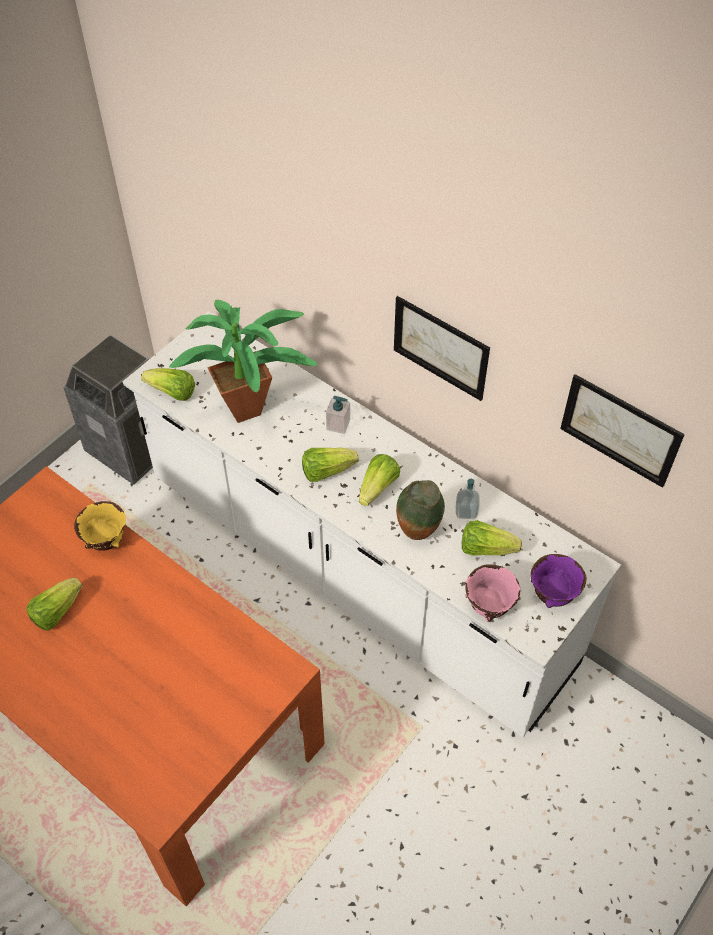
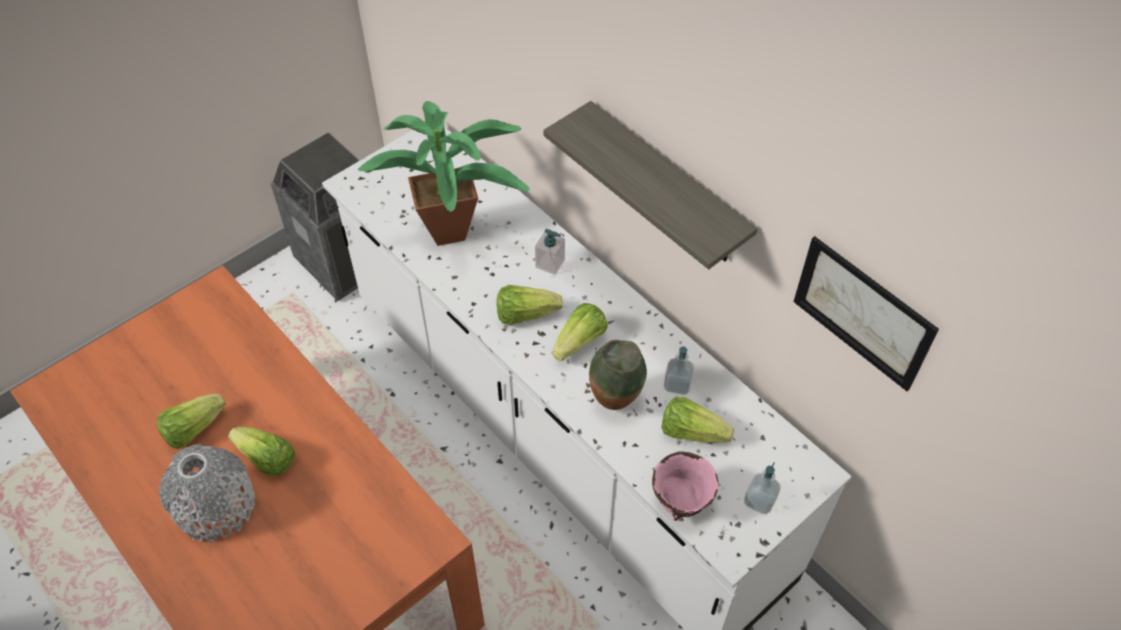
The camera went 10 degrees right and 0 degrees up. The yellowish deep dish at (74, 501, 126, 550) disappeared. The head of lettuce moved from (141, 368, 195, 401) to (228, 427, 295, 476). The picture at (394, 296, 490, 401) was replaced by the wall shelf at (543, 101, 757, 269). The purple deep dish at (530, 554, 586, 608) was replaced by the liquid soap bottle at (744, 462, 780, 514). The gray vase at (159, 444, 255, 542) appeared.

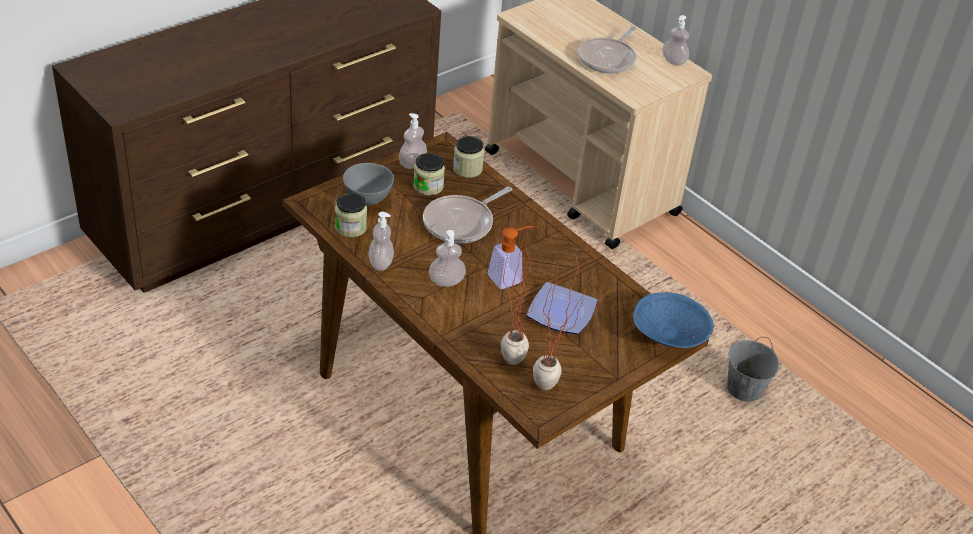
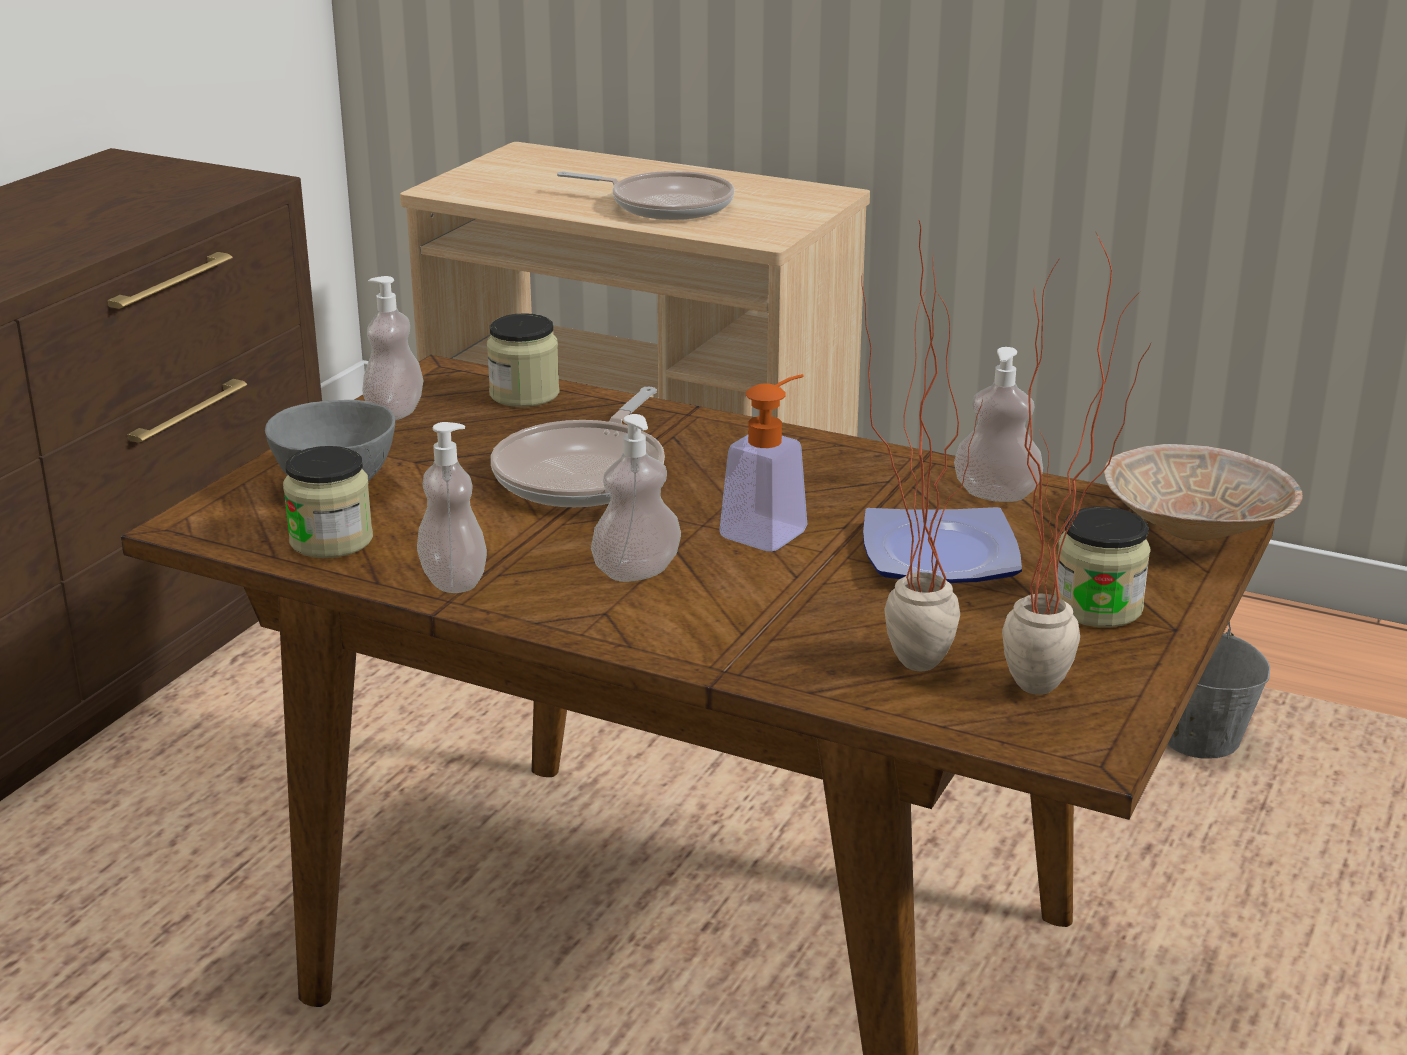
The camera went 20 degrees left and 15 degrees down. The preserve jar moved from (413, 153, 445, 196) to (1054, 507, 1151, 627). The frying pan at (578, 26, 637, 74) turned 75 degrees counterclockwise. The blue deep dish at (633, 292, 714, 348) became the beige deep dish at (1104, 444, 1303, 541). The liquid soap bottle moved from (663, 15, 689, 66) to (954, 347, 1043, 502).

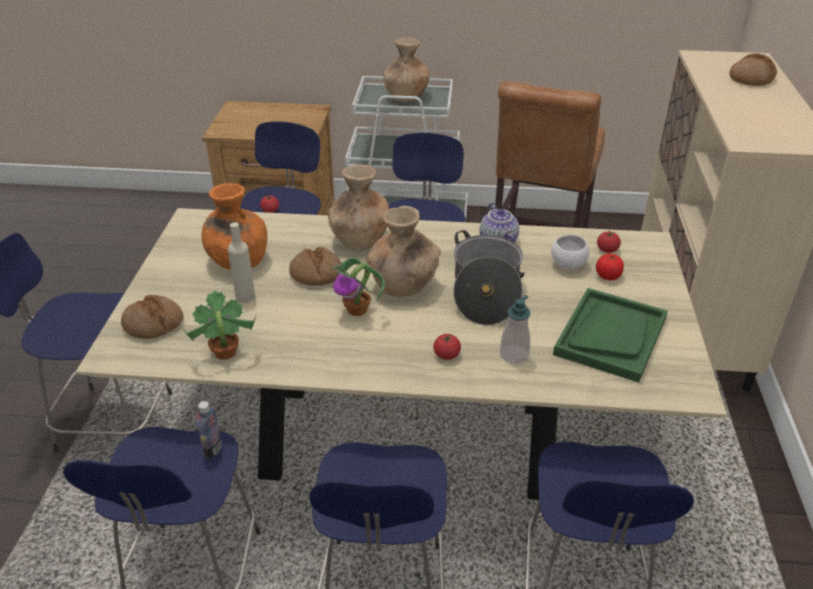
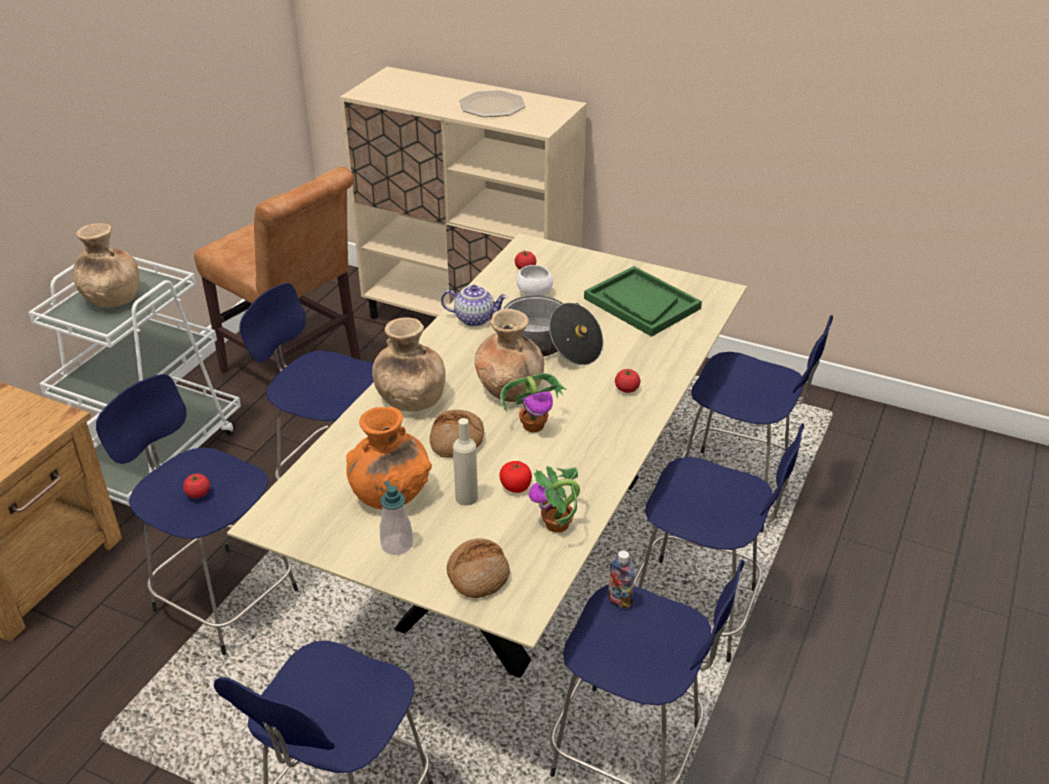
The camera went 70 degrees left and 0 degrees up. The liquid soap bottle moved from (500, 295, 530, 364) to (380, 481, 413, 555). The tomato moved from (596, 253, 624, 280) to (499, 461, 532, 493). The bakery bread at (729, 53, 777, 86) disappeared. The plate at (459, 90, 525, 117) appeared.

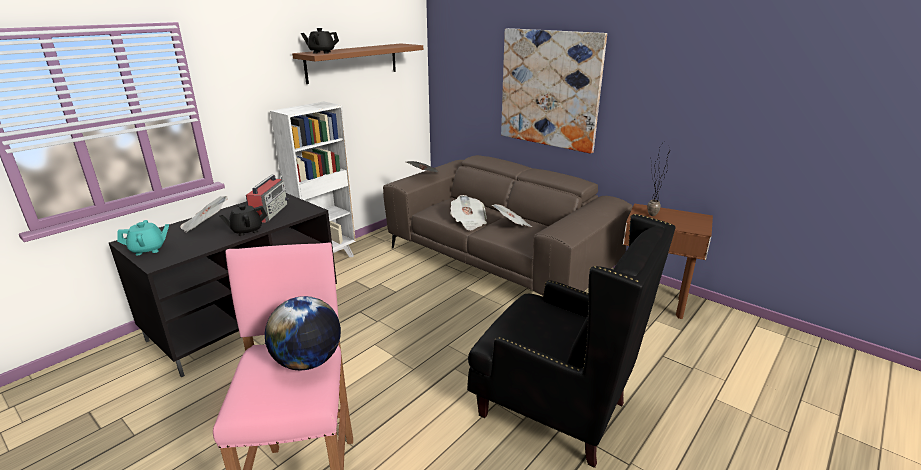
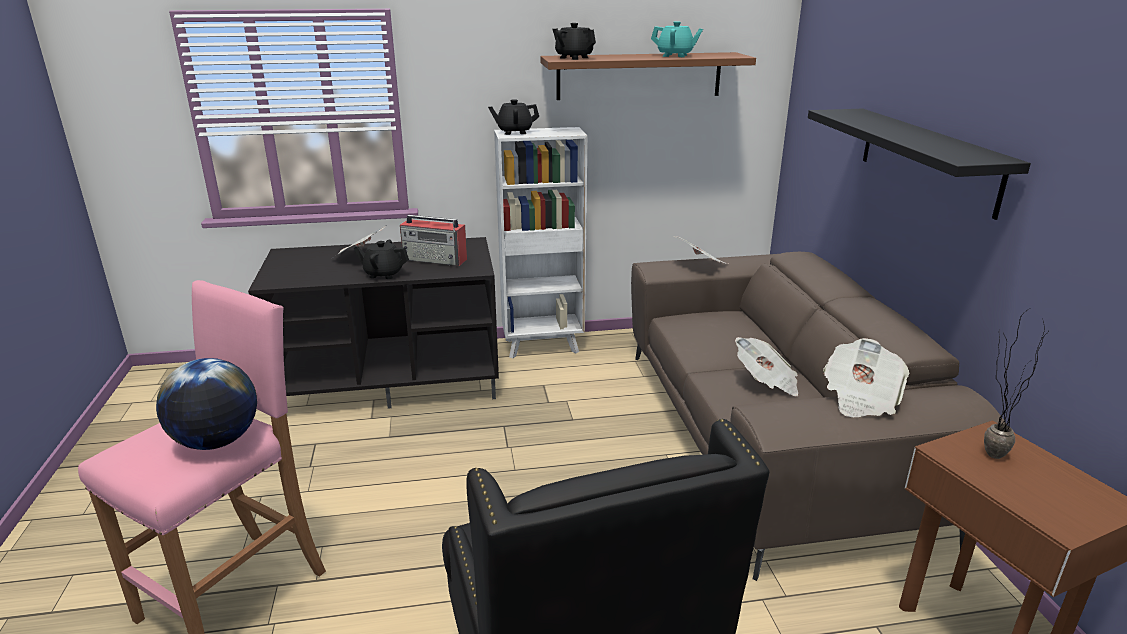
The camera went 40 degrees right and 0 degrees up. The turquoise-coloured pot for tea moved from (117, 220, 169, 256) to (651, 21, 703, 57). The radio at (246, 172, 289, 223) turned 60 degrees clockwise. The printed paper moved from (450, 195, 487, 231) to (823, 338, 909, 417). The picture at (501, 28, 607, 154) was replaced by the black-coloured wall shelf at (808, 109, 1031, 220). The black-coloured pot for tea at (488, 99, 539, 135) appeared.

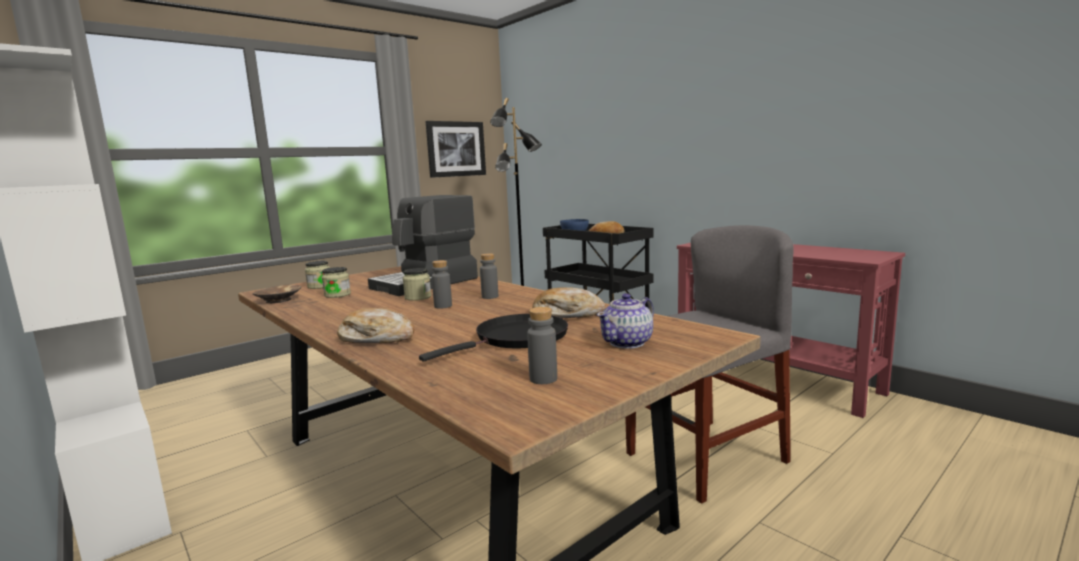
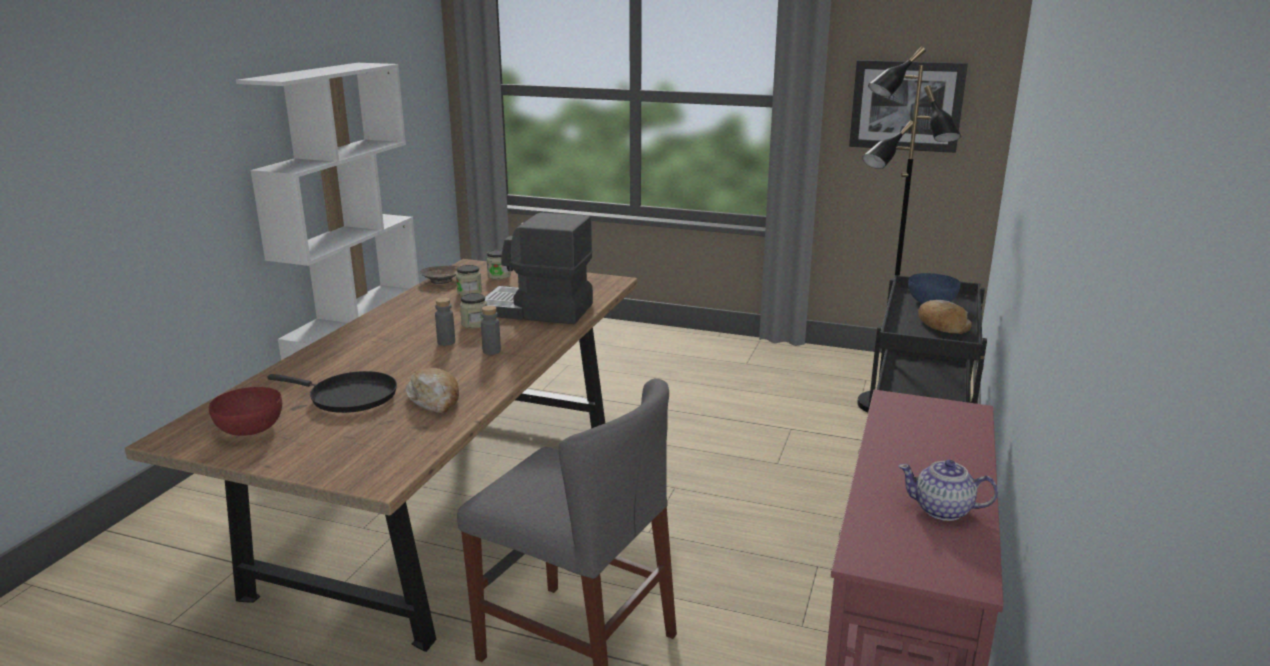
The camera went 60 degrees right and 10 degrees up. The bakery bread at (337, 308, 414, 343) disappeared. The gray beverage bottle at (527, 307, 557, 384) was replaced by the red deep dish at (209, 387, 282, 436). The pot for tea moved from (597, 293, 654, 349) to (898, 460, 998, 521).

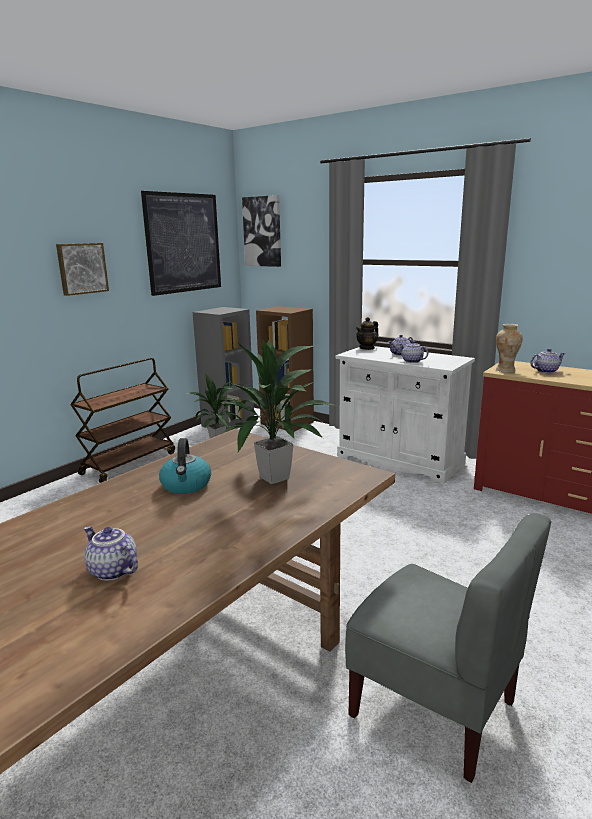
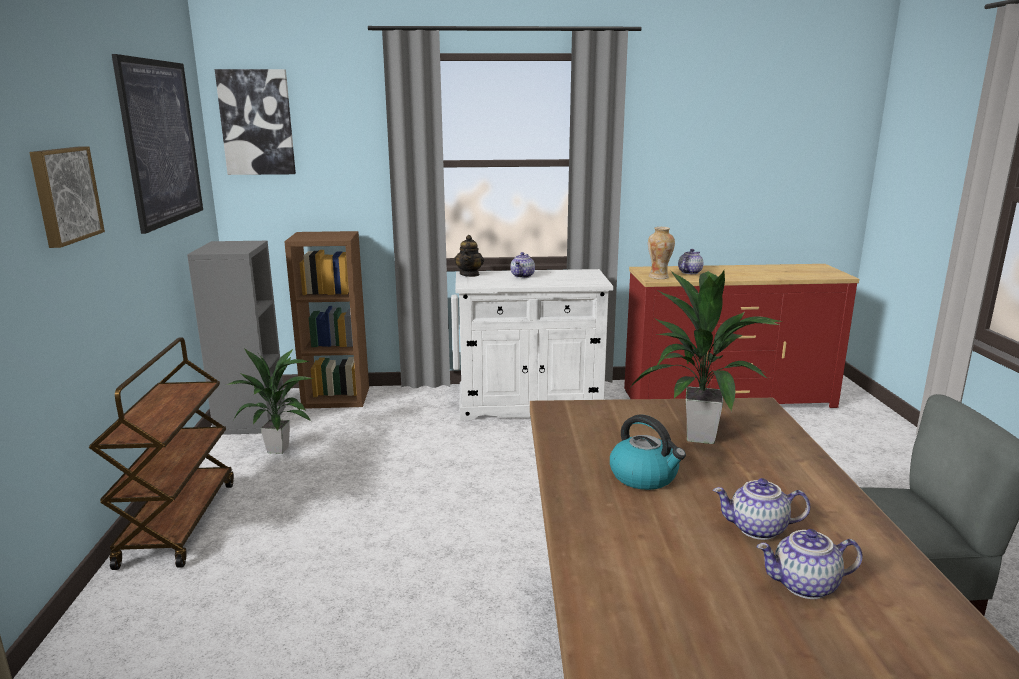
The camera went 40 degrees left and 0 degrees up. The pot for tea moved from (399, 341, 428, 363) to (713, 478, 810, 540).

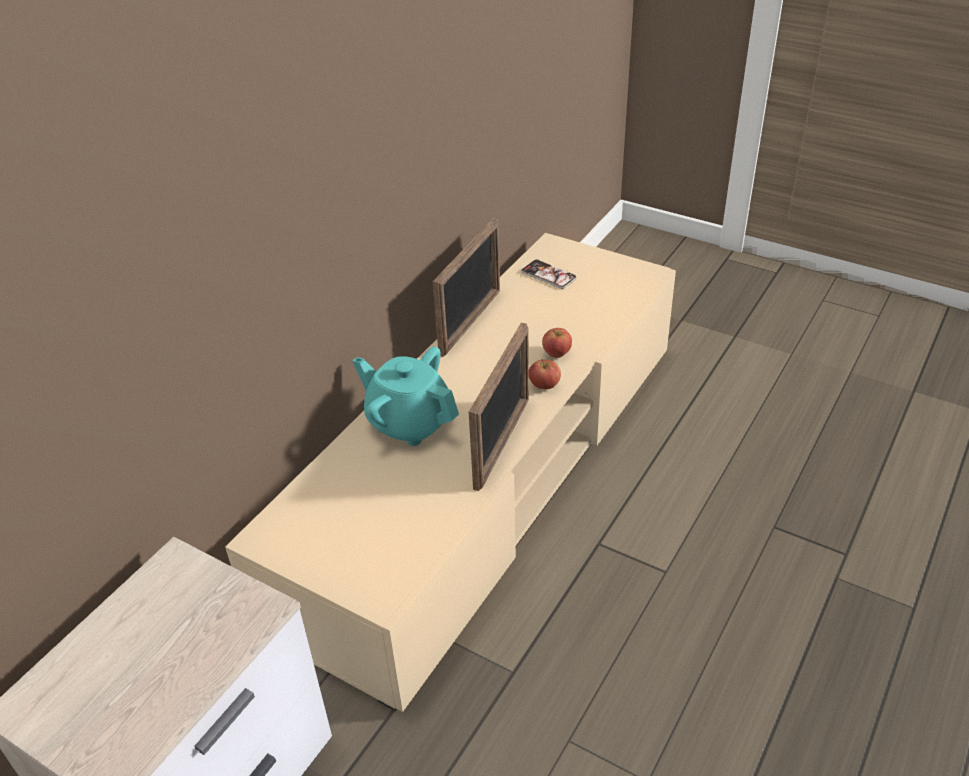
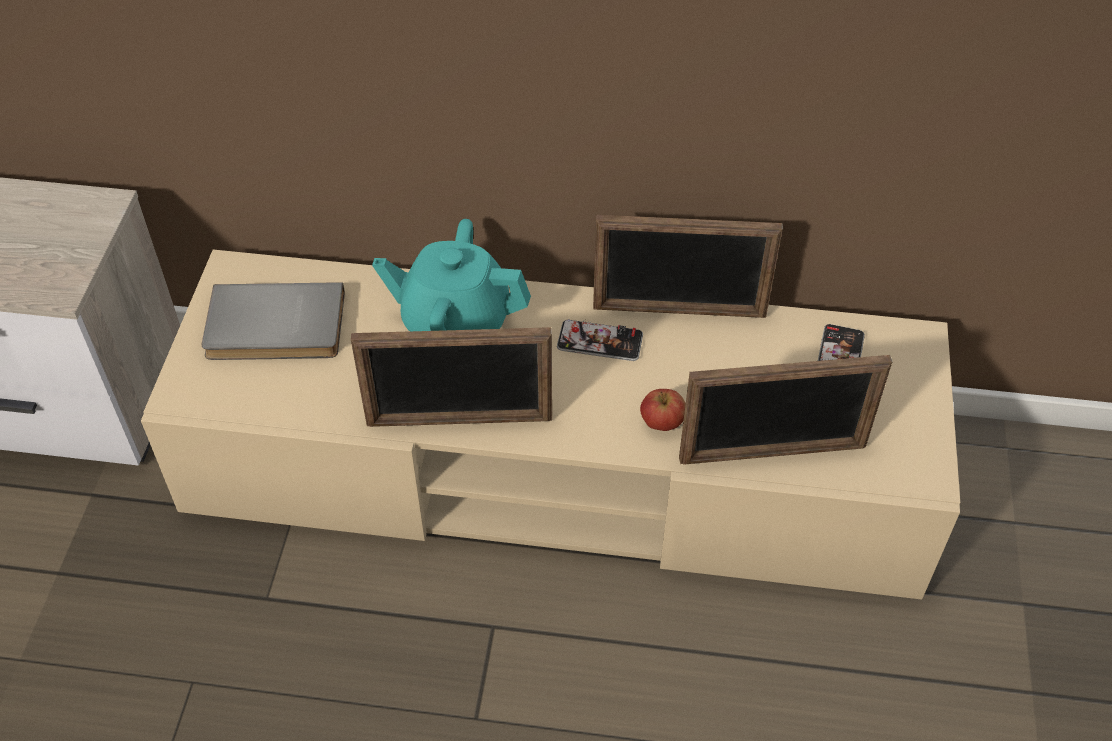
The camera went 65 degrees right and 10 degrees up. The turquoise-coloured pot for tea at (353, 347, 459, 446) turned 90 degrees counterclockwise. The apple at (529, 359, 561, 390) disappeared. The gray volume at (202, 282, 345, 360) appeared. The phone at (557, 319, 643, 361) appeared. The picture frame at (679, 355, 893, 464) appeared.

